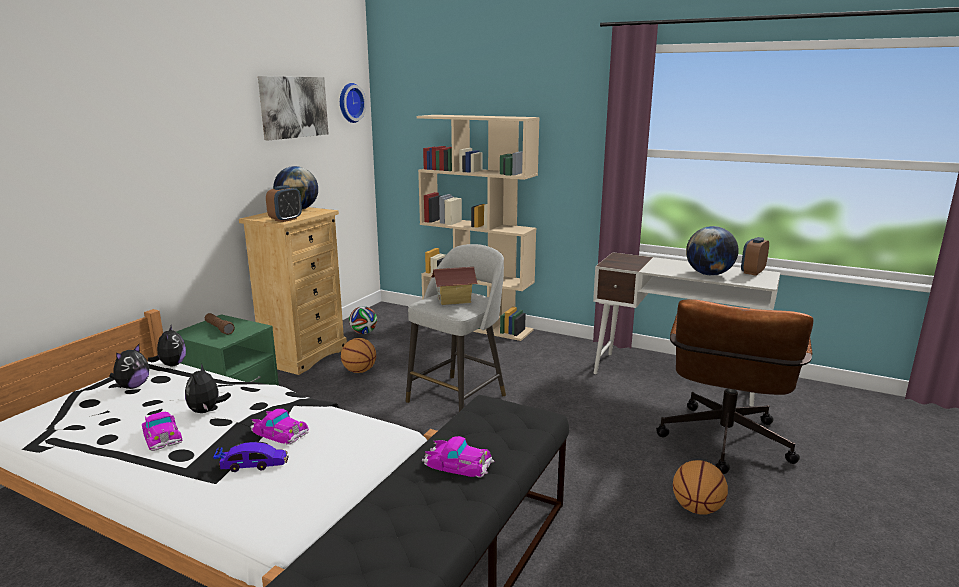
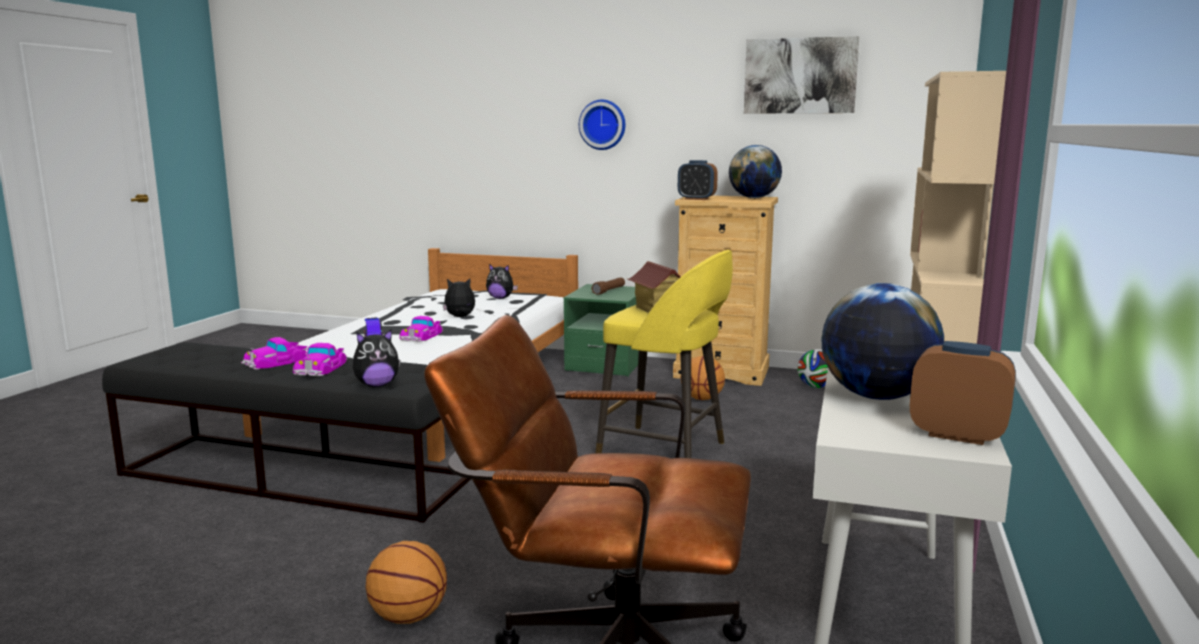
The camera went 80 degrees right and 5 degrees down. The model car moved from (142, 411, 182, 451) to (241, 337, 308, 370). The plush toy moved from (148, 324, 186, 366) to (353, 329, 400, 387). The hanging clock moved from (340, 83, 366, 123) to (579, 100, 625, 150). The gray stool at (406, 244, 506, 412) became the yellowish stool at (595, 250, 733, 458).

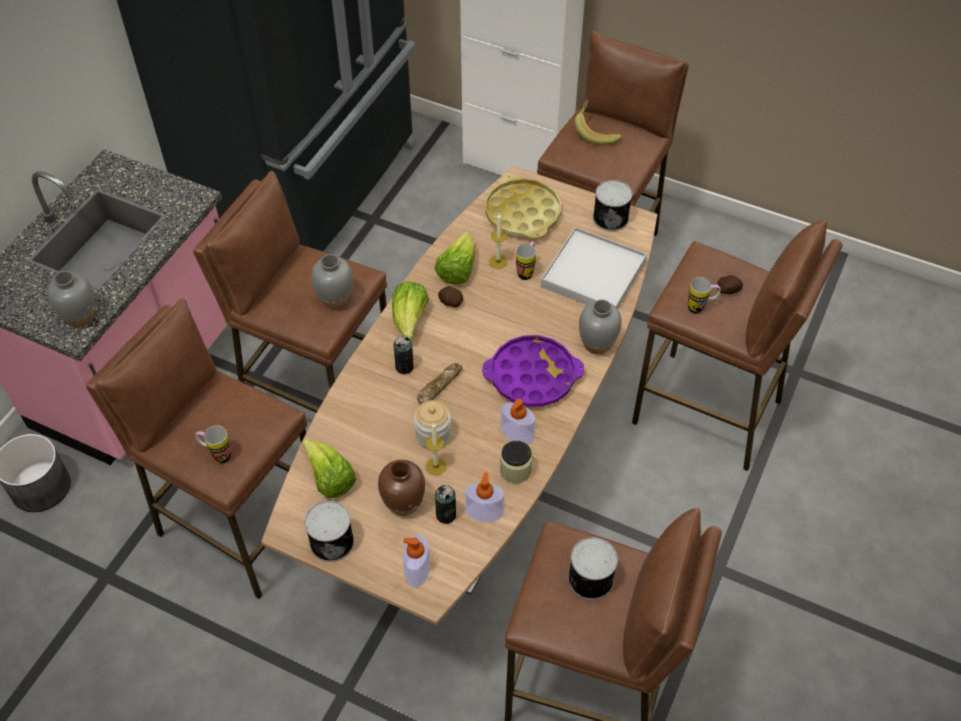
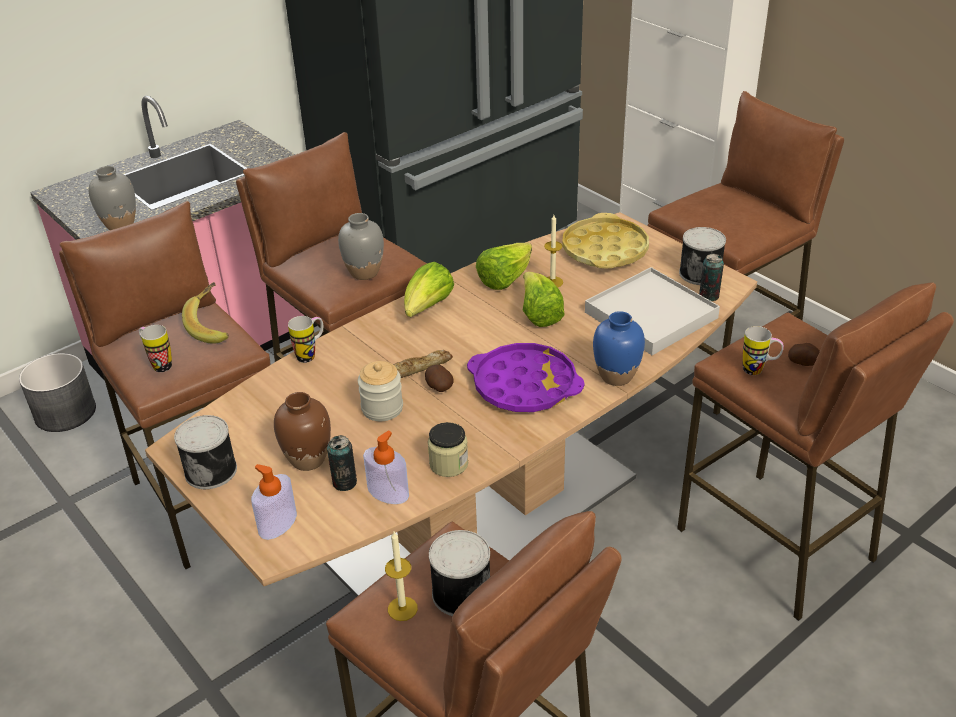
The camera went 25 degrees right and 15 degrees down. The head of lettuce moved from (302, 439, 357, 498) to (523, 272, 565, 327). The can moved from (394, 336, 414, 375) to (699, 254, 724, 301). The wax candle moved from (426, 422, 447, 475) to (385, 532, 418, 621). The spud moved from (438, 286, 463, 308) to (425, 365, 454, 392). The liquid soap bottle at (501, 399, 535, 445) disappeared. The tea mug moved from (516, 241, 536, 280) to (288, 316, 323, 363). The whole banana moved from (575, 99, 622, 145) to (182, 282, 229, 344). The gray vase at (579, 299, 622, 355) became the blue vase at (593, 311, 645, 386).

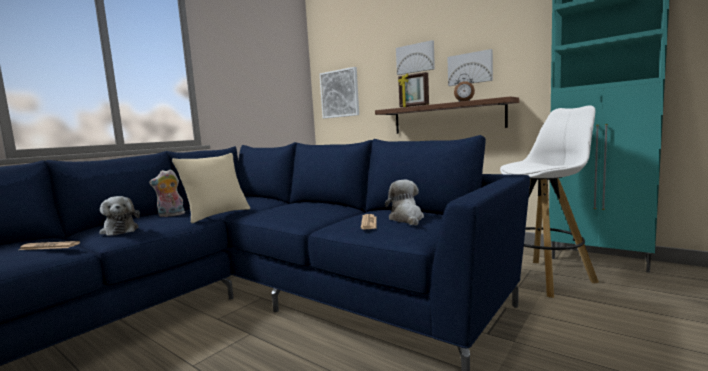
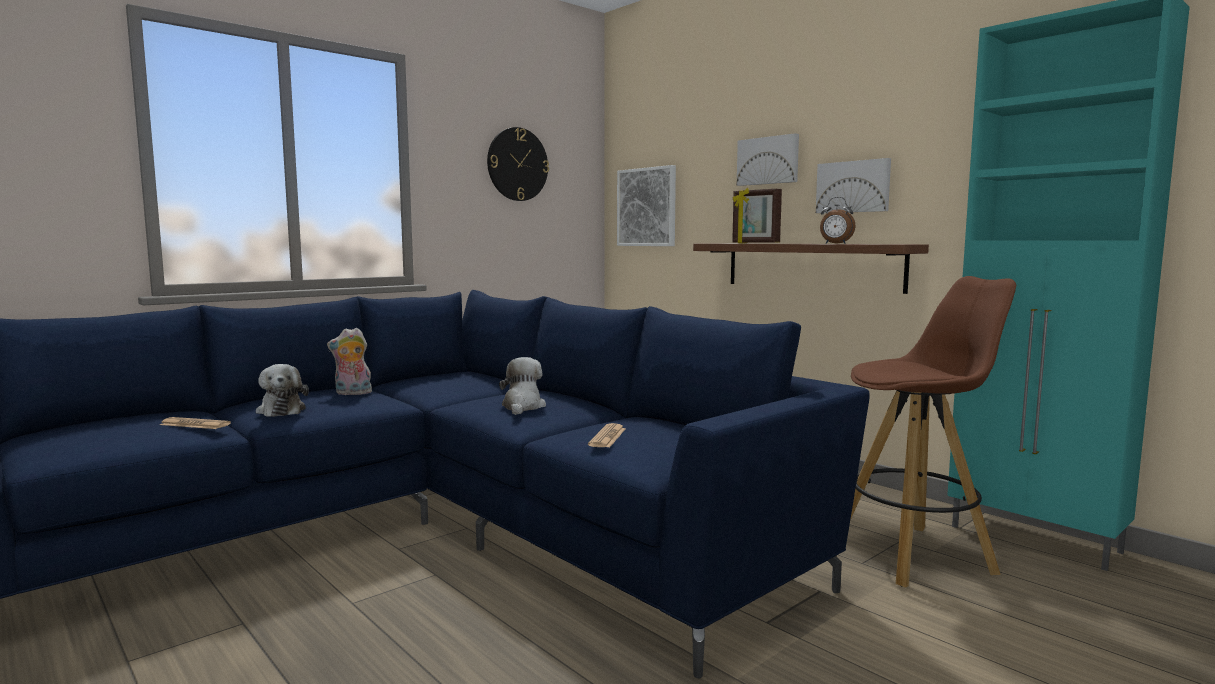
The camera went 10 degrees right and 0 degrees up. The beige cushion at (172, 153, 250, 223) disappeared. The plush toy moved from (385, 180, 424, 226) to (499, 357, 546, 415). The white-coloured stool at (500, 105, 599, 298) became the brown-coloured stool at (850, 276, 1016, 588). The hanging clock at (487, 127, 549, 201) appeared.

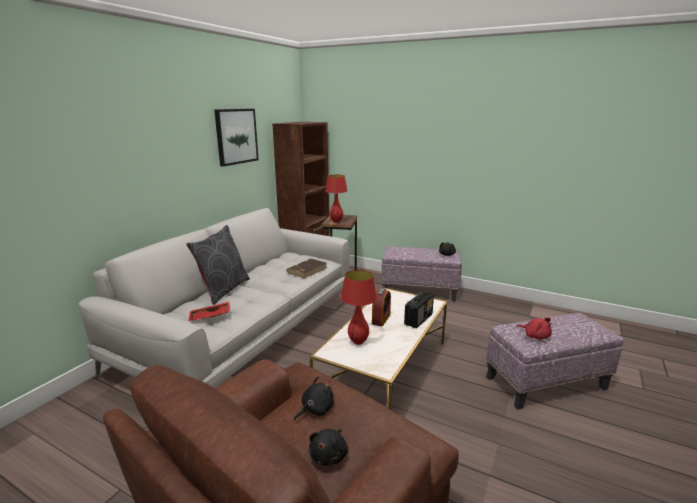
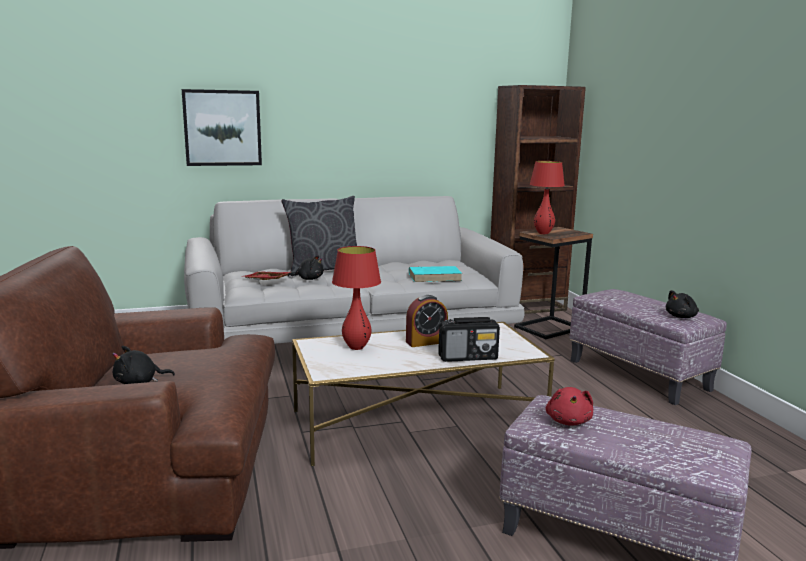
The camera went 45 degrees right and 5 degrees down. The picture moved from (214, 109, 259, 167) to (182, 89, 262, 166). The brown-coloured volume at (287, 258, 327, 279) became the turquoise-coloured volume at (409, 266, 463, 282). The black-coloured plush toy moved from (294, 377, 334, 421) to (288, 255, 324, 280).

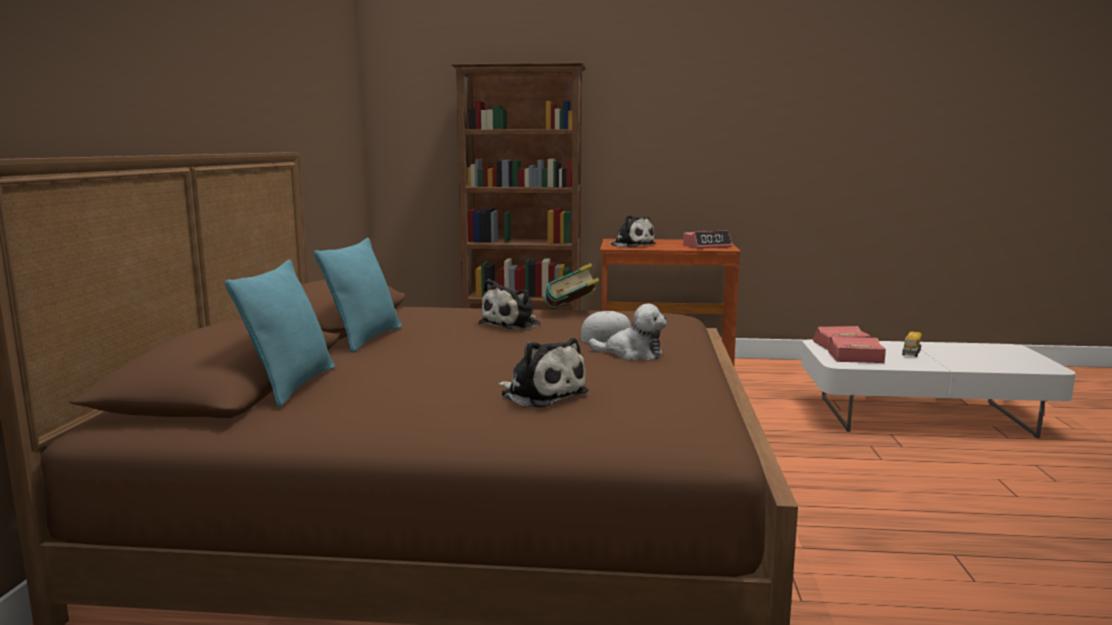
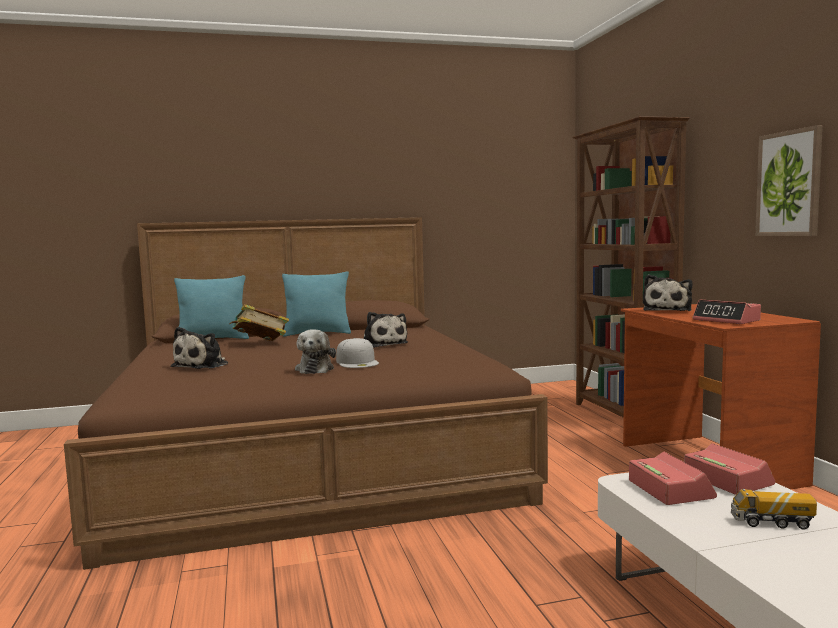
The camera went 70 degrees right and 5 degrees down. The plush toy at (478, 279, 540, 329) turned 135 degrees counterclockwise. The volume moved from (545, 263, 599, 309) to (229, 304, 289, 341). The picture at (755, 125, 823, 236) appeared.

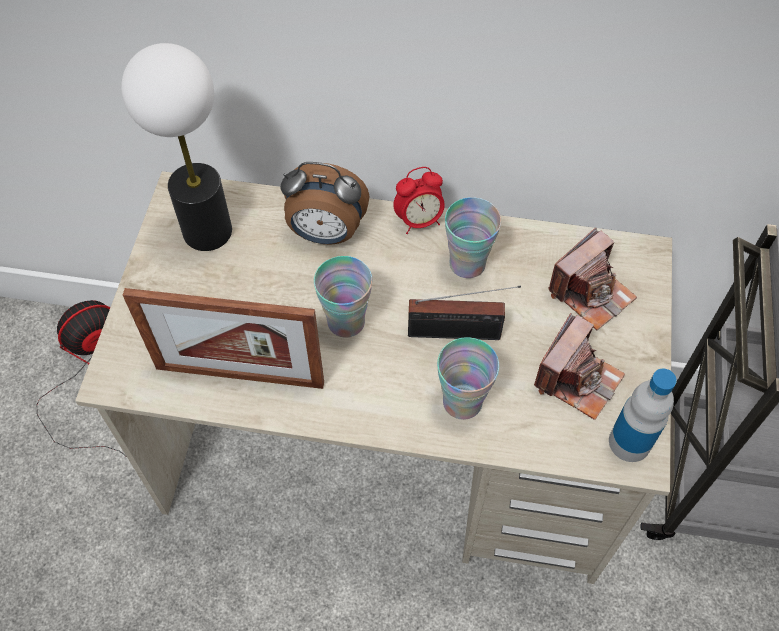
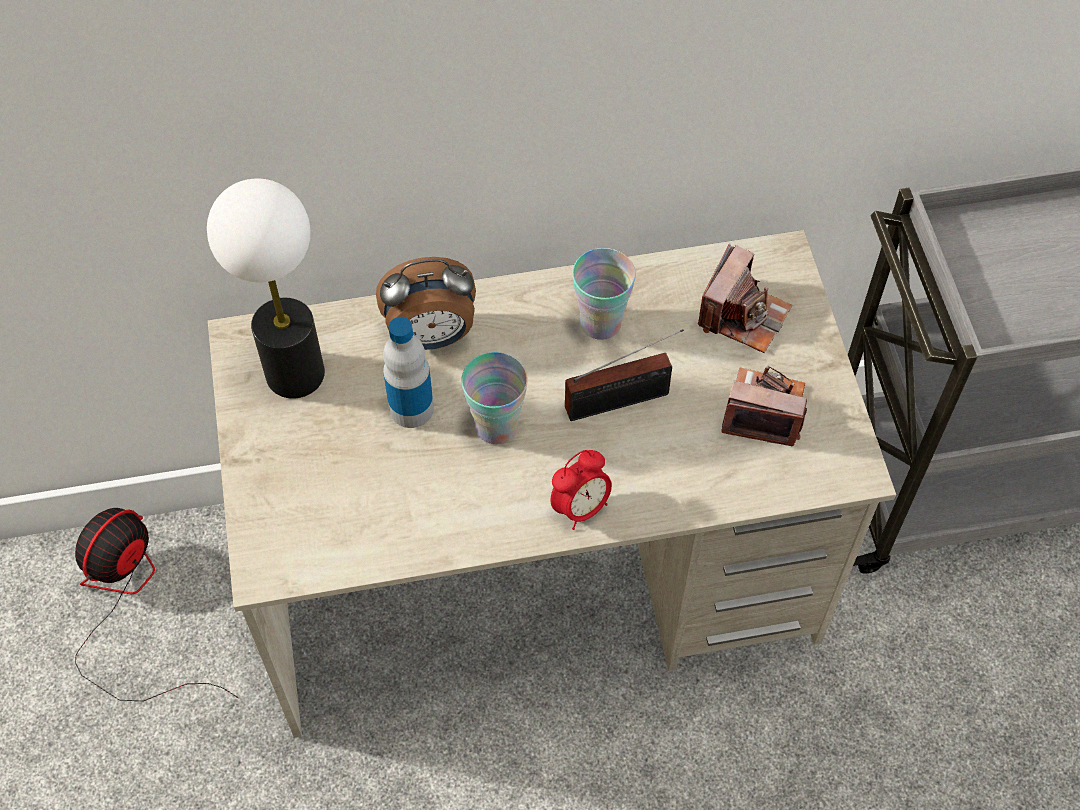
The camera went 20 degrees left and 0 degrees up. The picture frame at (123, 288, 324, 389) disappeared. The table clock moved from (393, 167, 445, 234) to (551, 450, 612, 530). The drinking cup at (437, 337, 499, 420) disappeared. The photo camera at (534, 313, 625, 420) turned 90 degrees counterclockwise. The beverage bottle moved from (609, 369, 677, 462) to (383, 317, 434, 428).

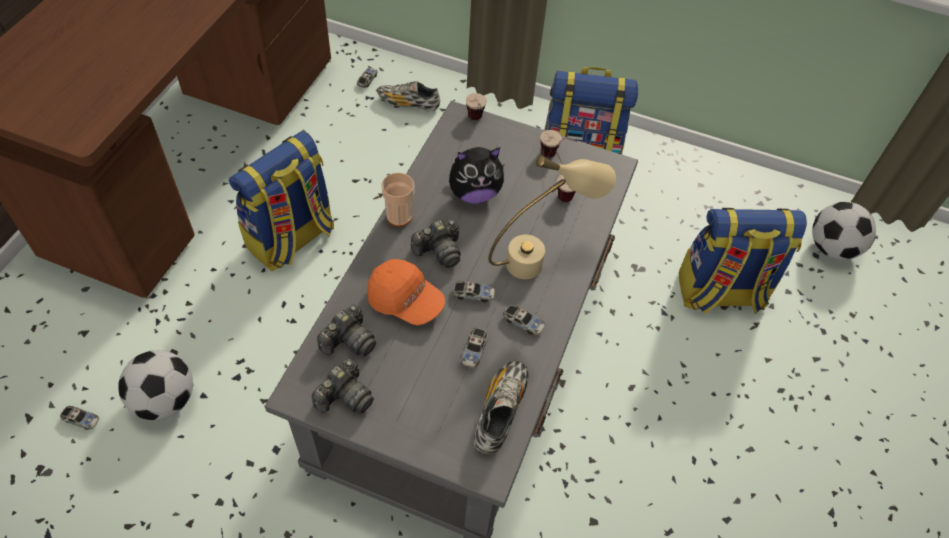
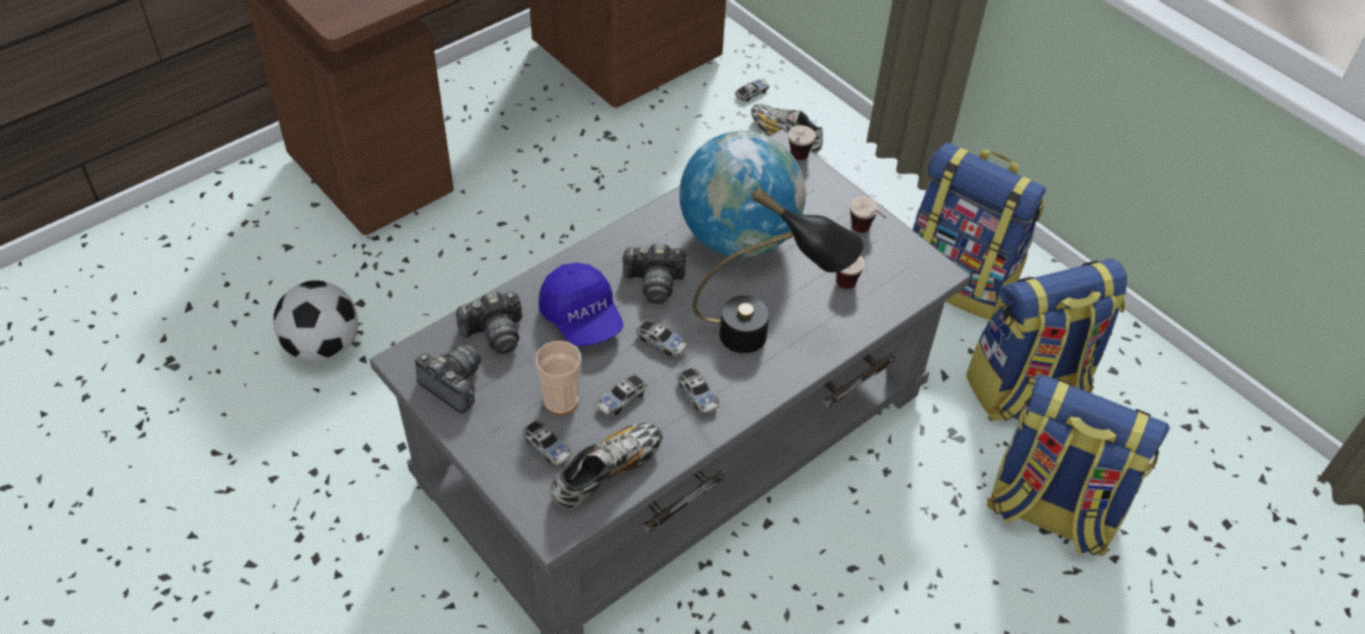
The camera went 30 degrees right and 5 degrees down. The model car moved from (60, 406, 99, 430) to (522, 420, 571, 465). The knapsack moved from (229, 131, 334, 271) to (966, 259, 1127, 421). The photo camera at (312, 359, 374, 413) turned 120 degrees counterclockwise. The orange-coloured baseball cap at (367, 259, 445, 326) became the blue baseball cap at (539, 263, 623, 346). The drinking cup moved from (381, 173, 415, 227) to (535, 341, 581, 415). The plush toy at (449, 147, 504, 204) was replaced by the desk globe at (679, 131, 806, 257). The beige table lamp at (488, 156, 616, 279) became the black-coloured table lamp at (693, 188, 863, 353). The football ball at (812, 202, 876, 260) disappeared.

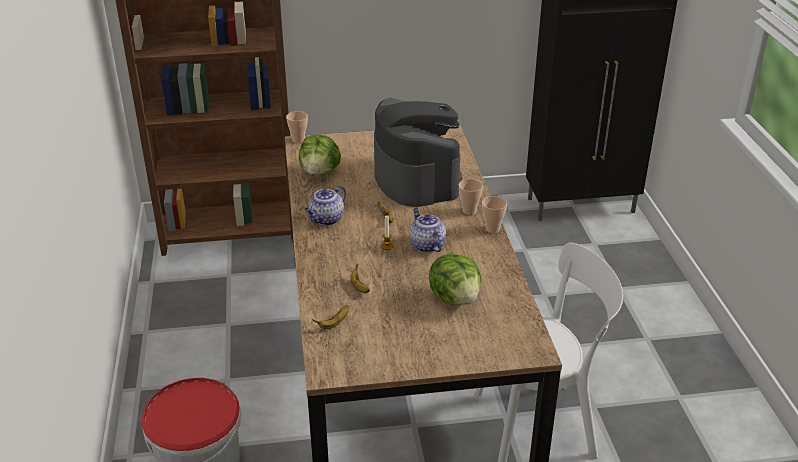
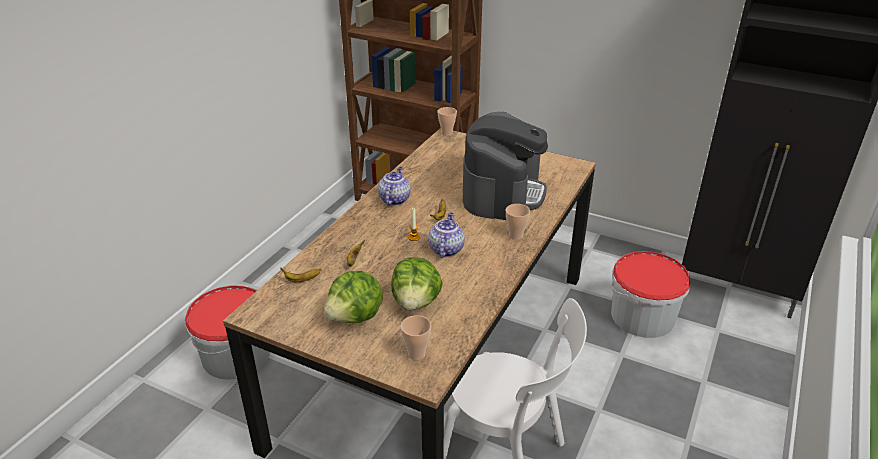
The camera went 35 degrees right and 0 degrees up. The head of lettuce moved from (299, 135, 341, 176) to (324, 271, 383, 323). The pot for tea at (305, 185, 346, 225) turned 120 degrees clockwise. The drinking cup moved from (482, 196, 507, 233) to (401, 315, 431, 360). The water bucket at (611, 251, 691, 338) appeared.

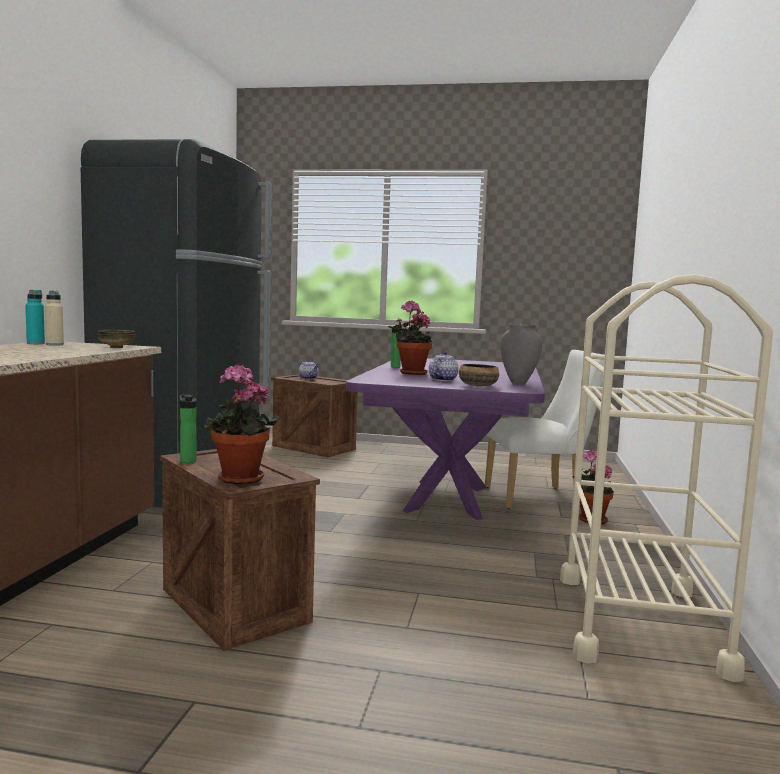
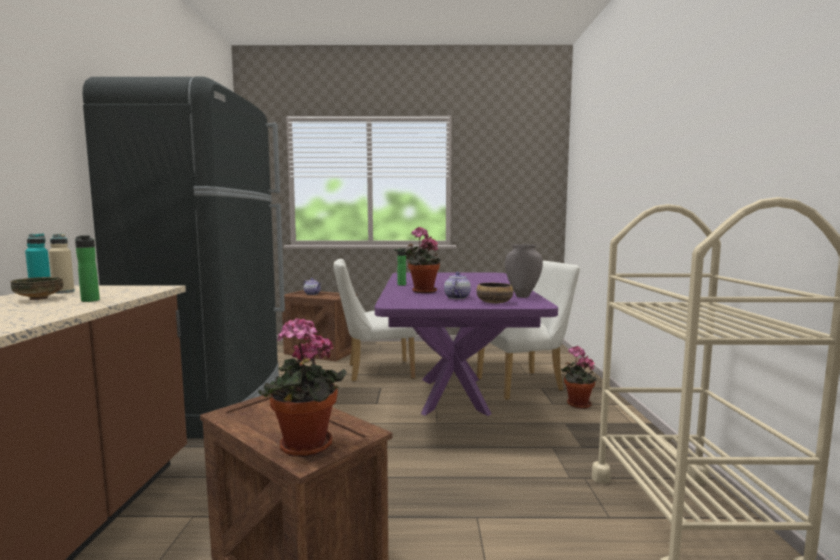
The camera went 10 degrees left and 0 degrees up. The deep dish moved from (98, 330, 135, 348) to (10, 277, 63, 300). The beverage bottle moved from (179, 395, 196, 463) to (75, 235, 100, 302). The white-coloured upright chair at (333, 259, 416, 382) appeared.

